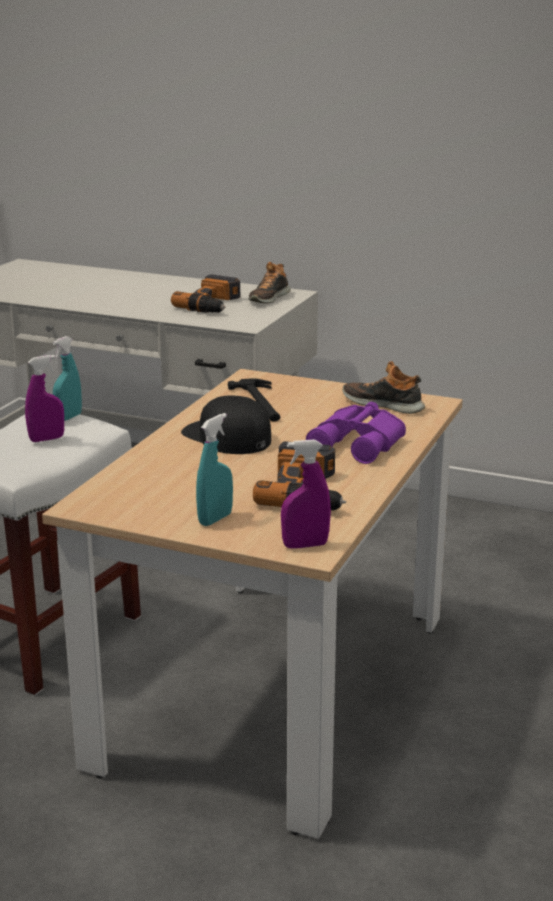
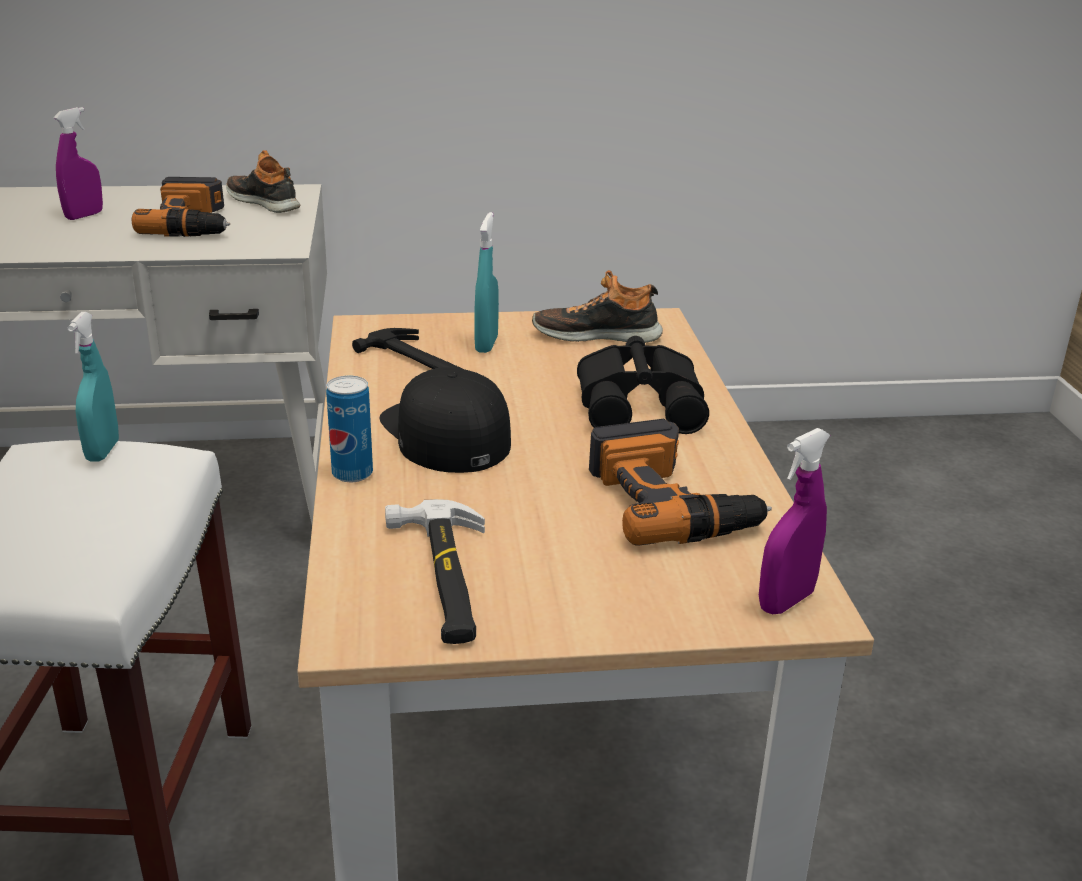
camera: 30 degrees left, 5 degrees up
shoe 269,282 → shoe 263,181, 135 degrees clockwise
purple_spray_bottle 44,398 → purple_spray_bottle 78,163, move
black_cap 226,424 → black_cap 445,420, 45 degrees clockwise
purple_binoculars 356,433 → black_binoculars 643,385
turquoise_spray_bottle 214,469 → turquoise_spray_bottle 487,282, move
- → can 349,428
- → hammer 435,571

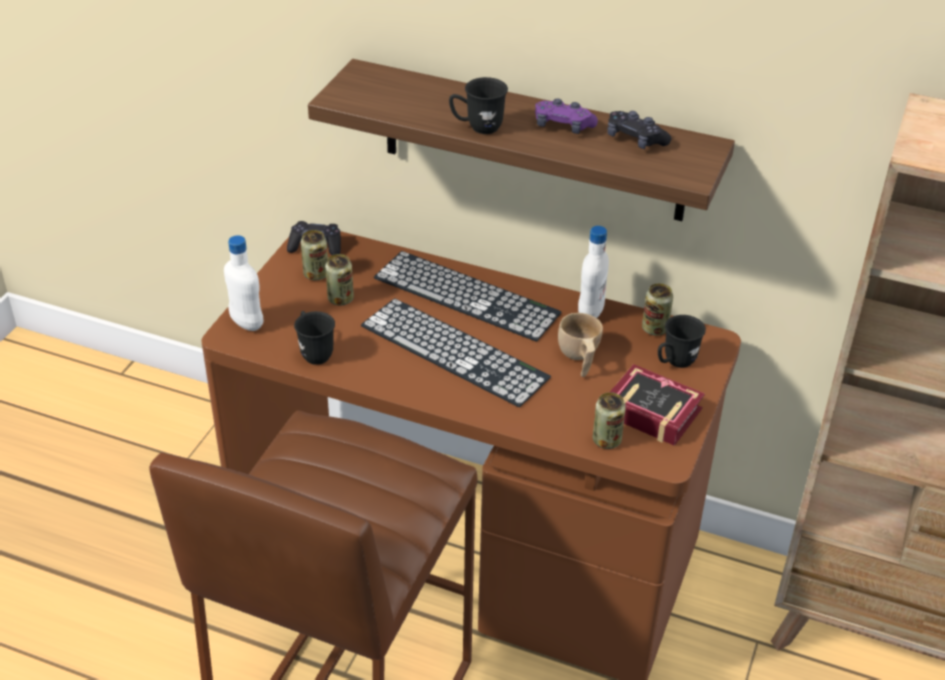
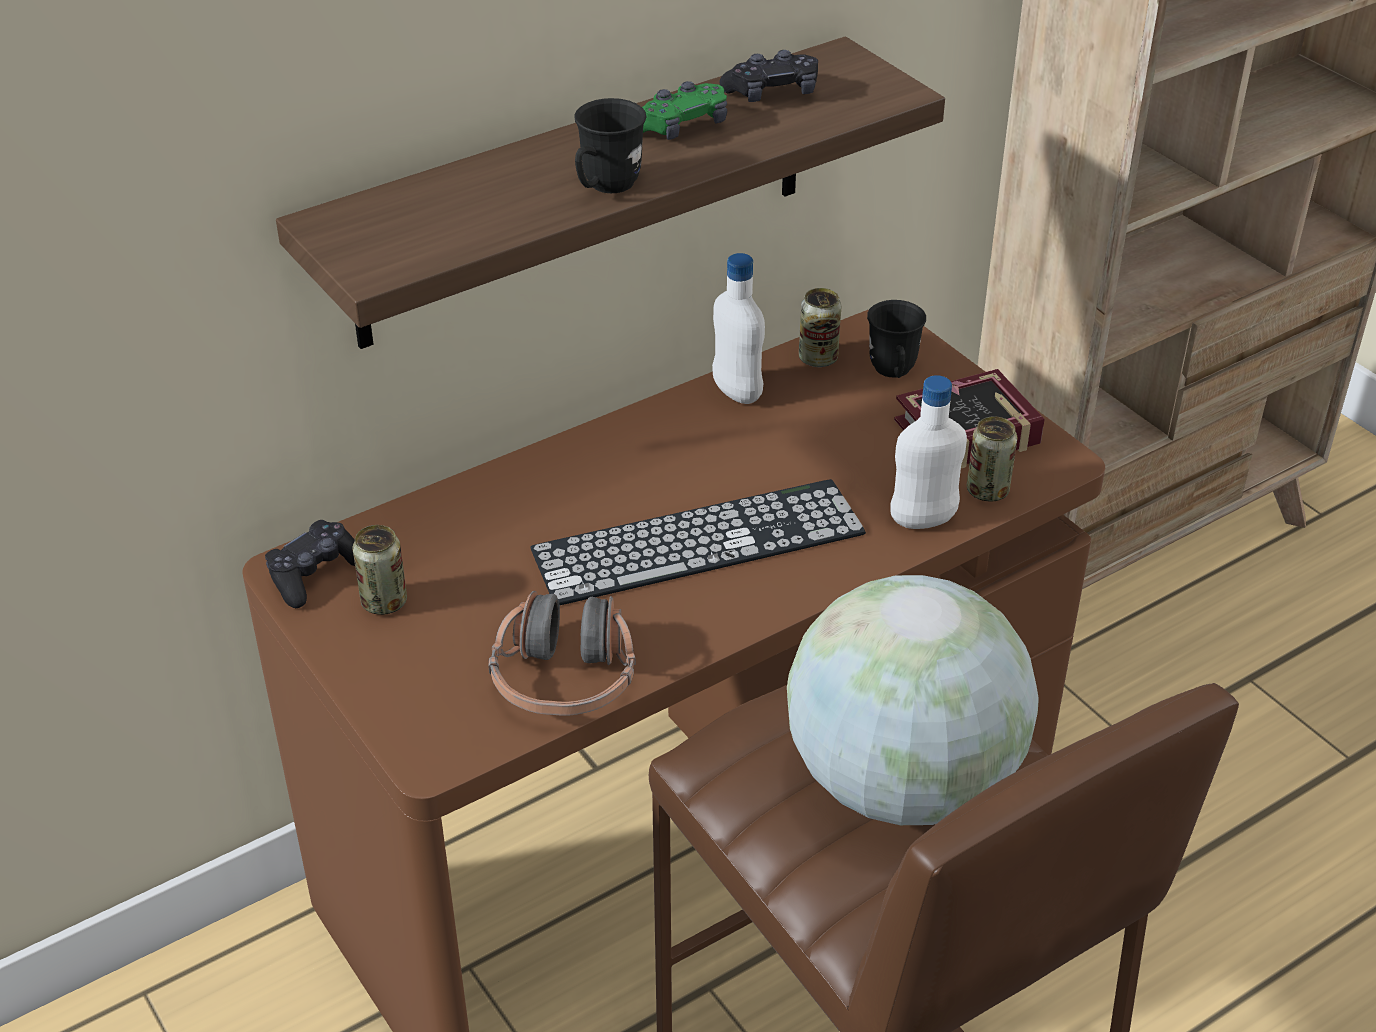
camera: 55 degrees left, 0 degrees up
purple_game_controller 566,116 → green_game_controller 684,110
white_bottle 243,283 → white_bottle 928,452, move
keyboard 467,296 → -
can 339,279 → -
black_mug 314,338 → headphones 562,653
beige_cup 580,345 → -
- → globe 913,700

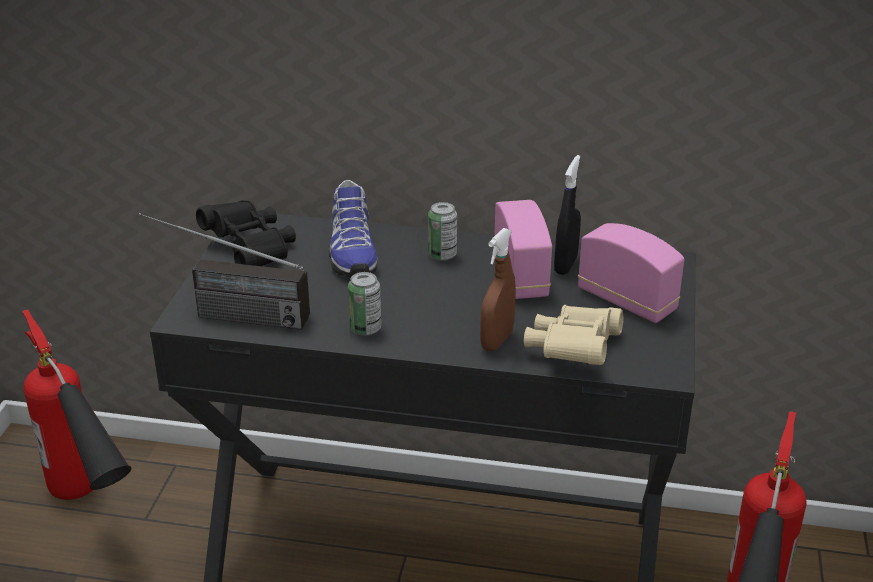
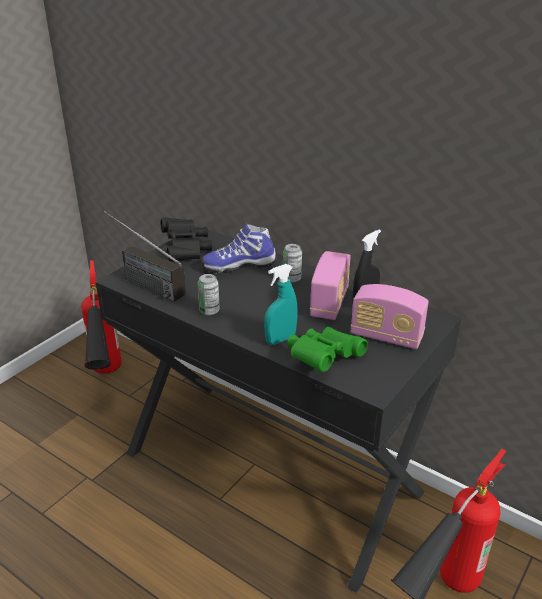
camera: 25 degrees right, 0 degrees up
shoe 353,228 → shoe 239,248, 60 degrees clockwise
radio 631,273 → radio 390,316, 135 degrees clockwise
brown_spray_bottle 498,289 → turquoise_spray_bottle 281,304
beige_binoculars 573,335 → green_binoculars 327,349

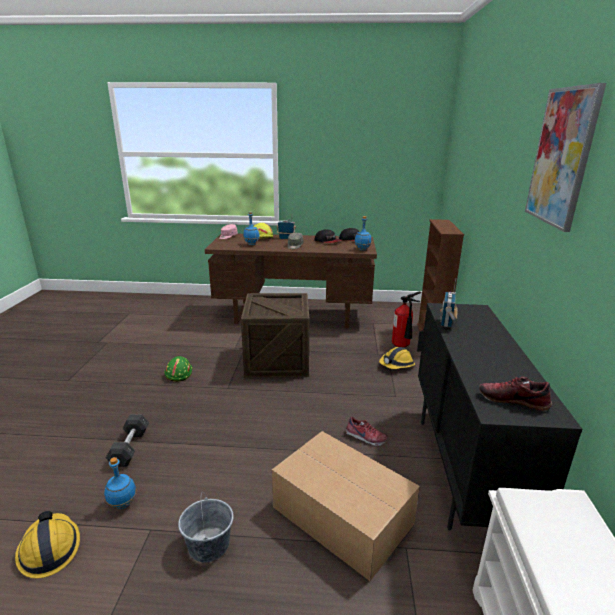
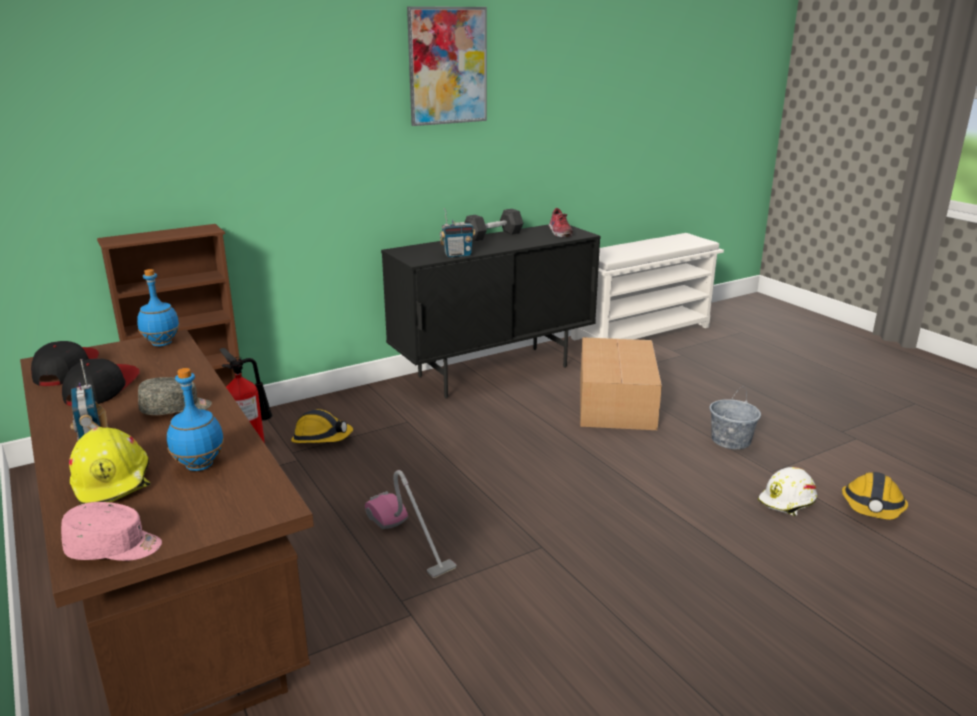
camera: 125 degrees left, 0 degrees up
crate 275,335 → vacuum_cleaner 410,524
green_hard_hat 178,369 → -
grey_dumbbell 127,440 → grey_dumbbell 494,225, move
shoe 366,431 → -
blue_bottle 120,483 → white_hard_hat 787,491

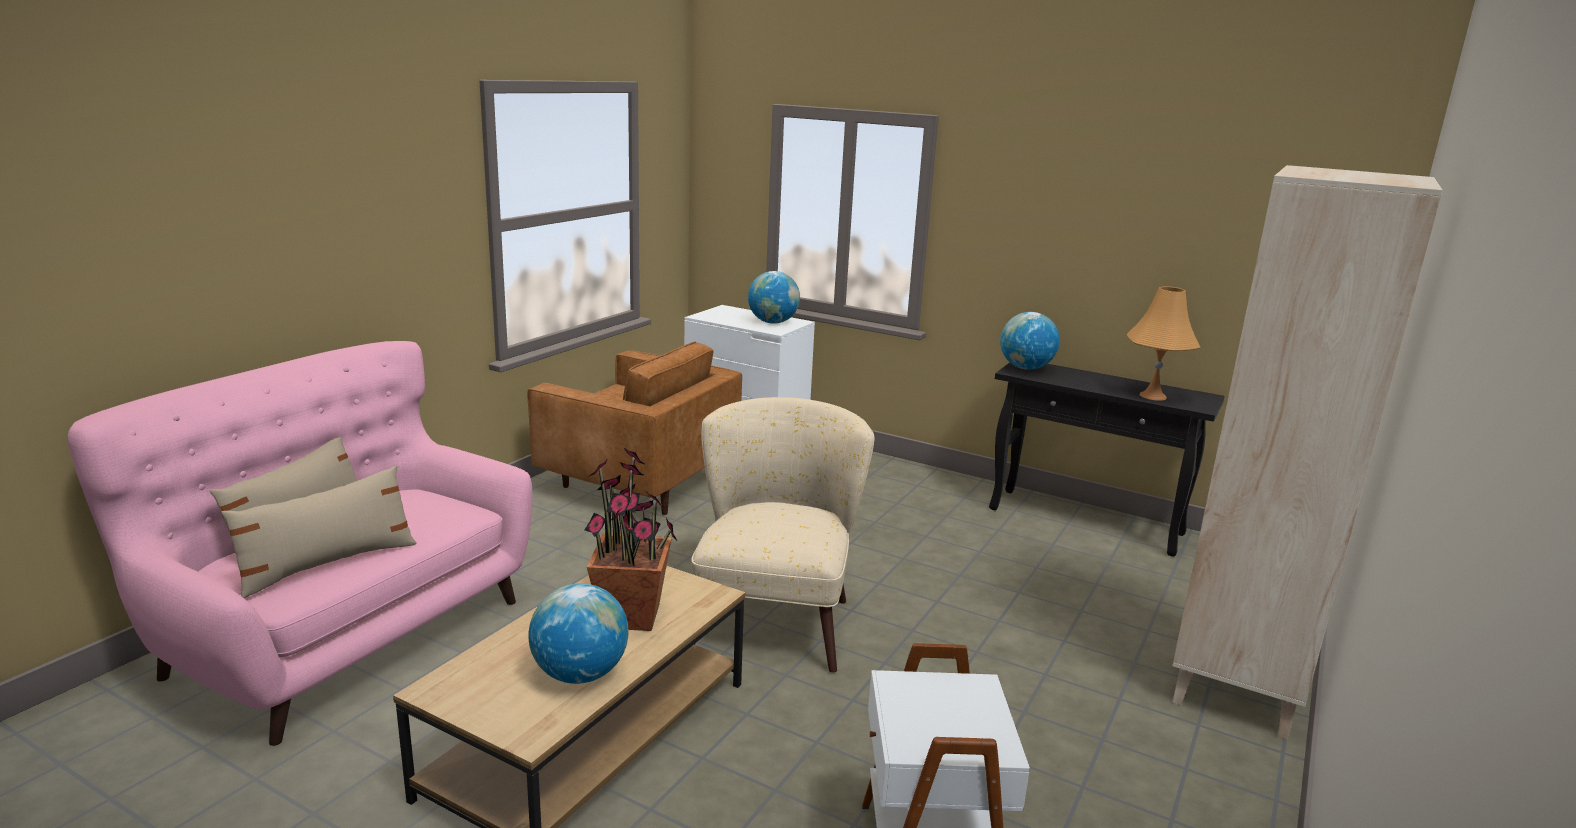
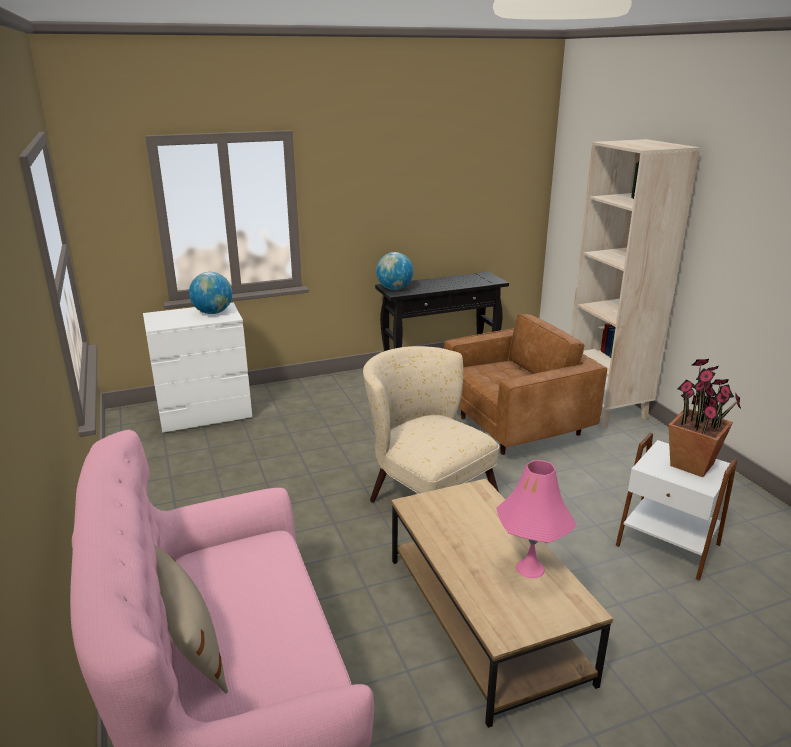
camera: 50 degrees left, 5 degrees up
orange_table_lamp 1164,343 → -
brown_armchair 635,428 → brown_armchair 525,384, move
potted_plant 630,539 → potted_plant 704,418, move
beige_pillow 319,531 → -
globe 578,633 → pink_table_lamp 536,519

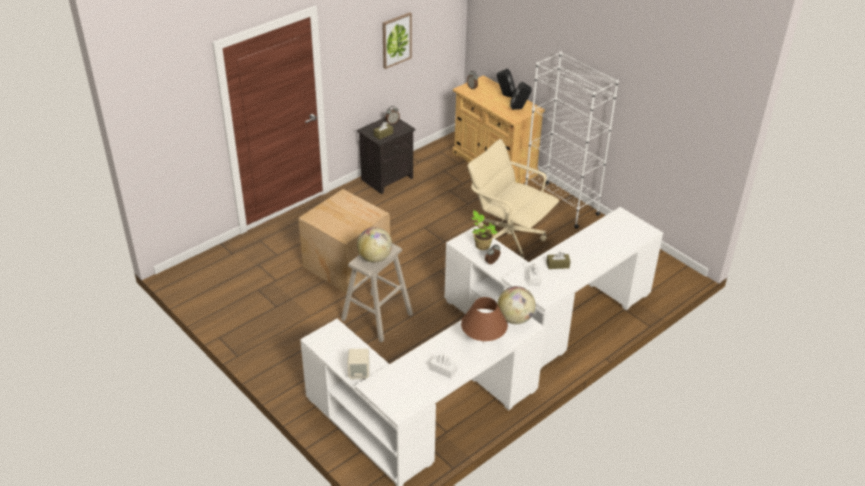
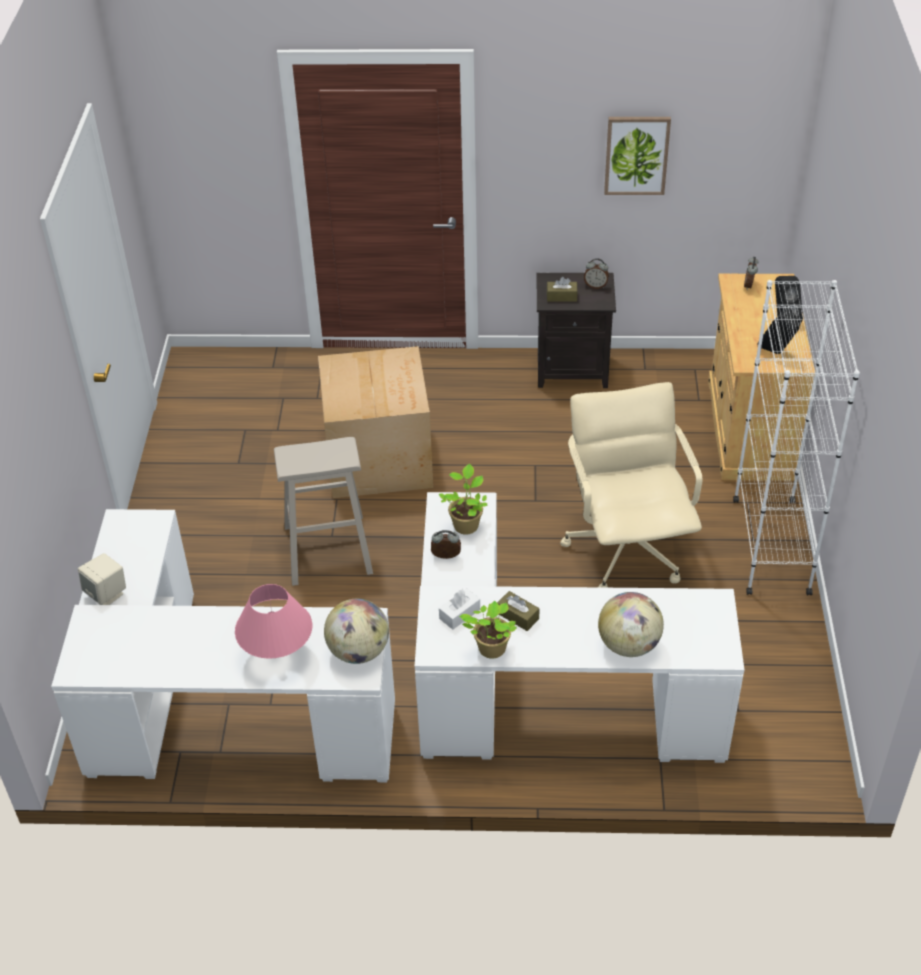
camera: 45 degrees right, 5 degrees up
globe 374,244 → globe 631,624, move
brown_table_lamp 484,320 → pink_table_lamp 273,621
white_tissue_box 443,367 → -
- → potted_plant 488,630

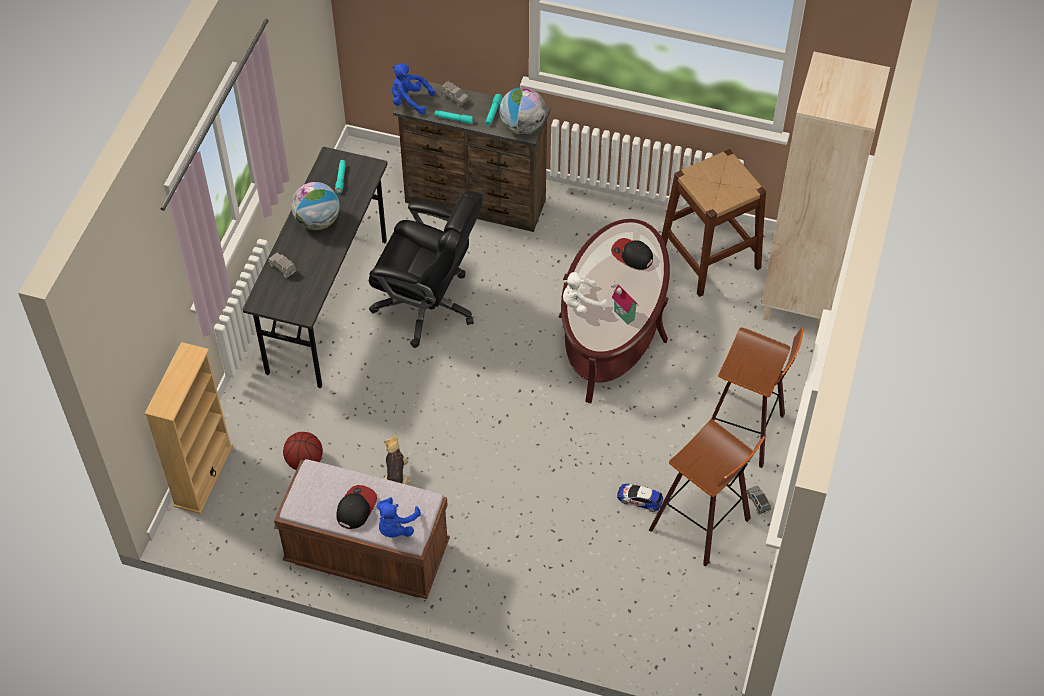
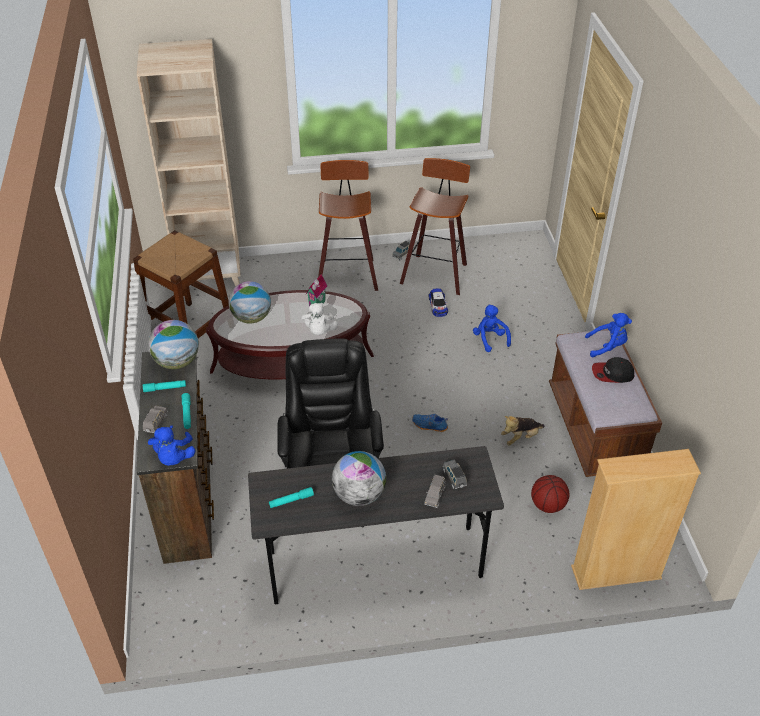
camera: 115 degrees left, 10 degrees down
cap 632,254 → globe 250,302
white_plush_toy 585,293 → white_plush_toy 319,319, 45 degrees clockwise
- → blue_plush_toy 492,328
- → blue_shoe 430,423
- → grey_toy_car 455,474

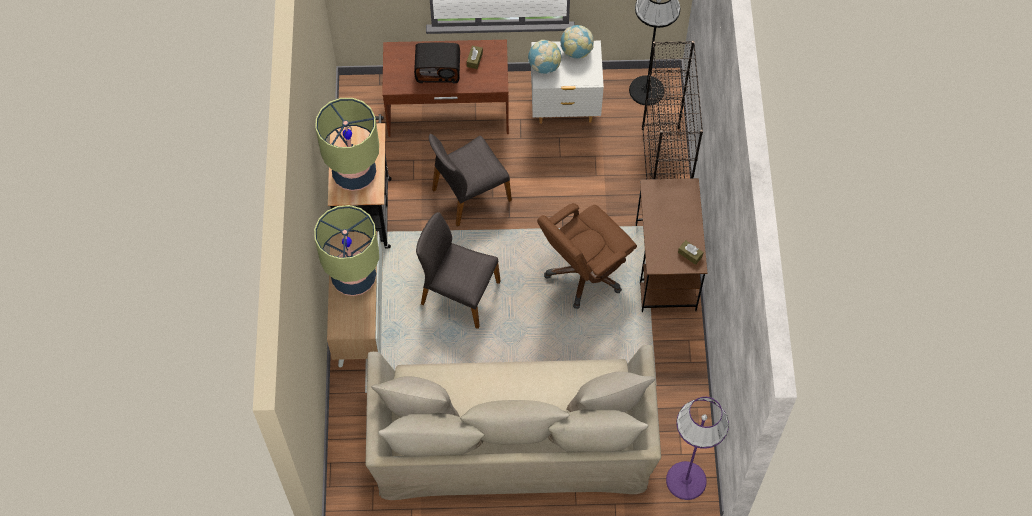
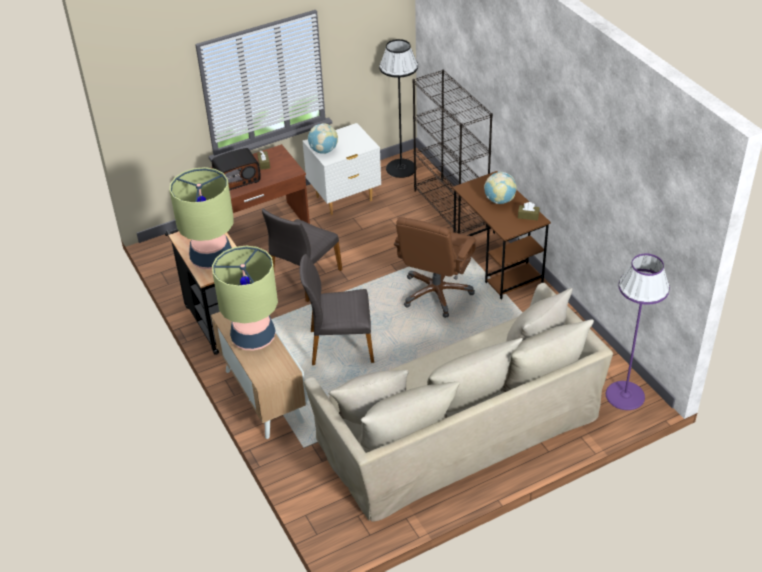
camera: 25 degrees left, 20 degrees down
globe 577,41 → globe 500,188, move

